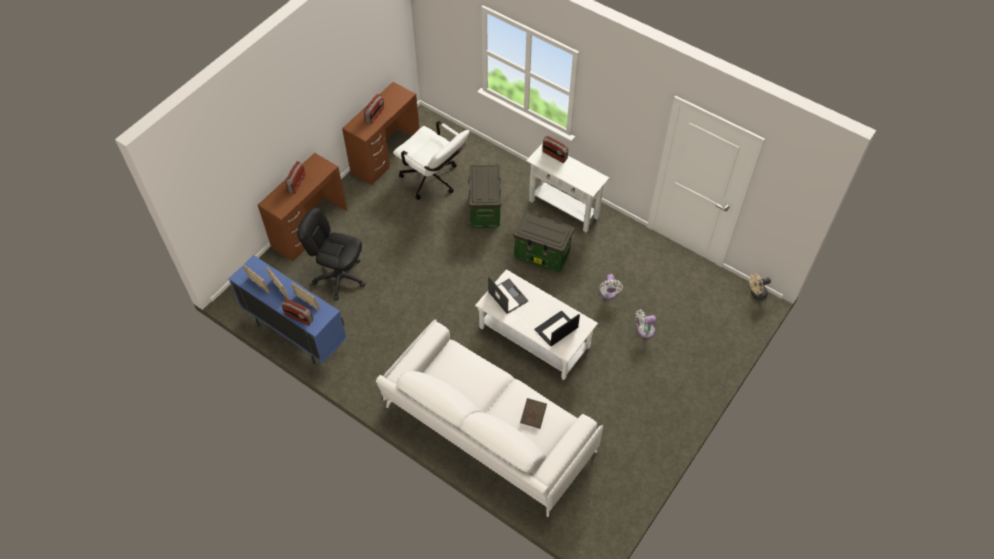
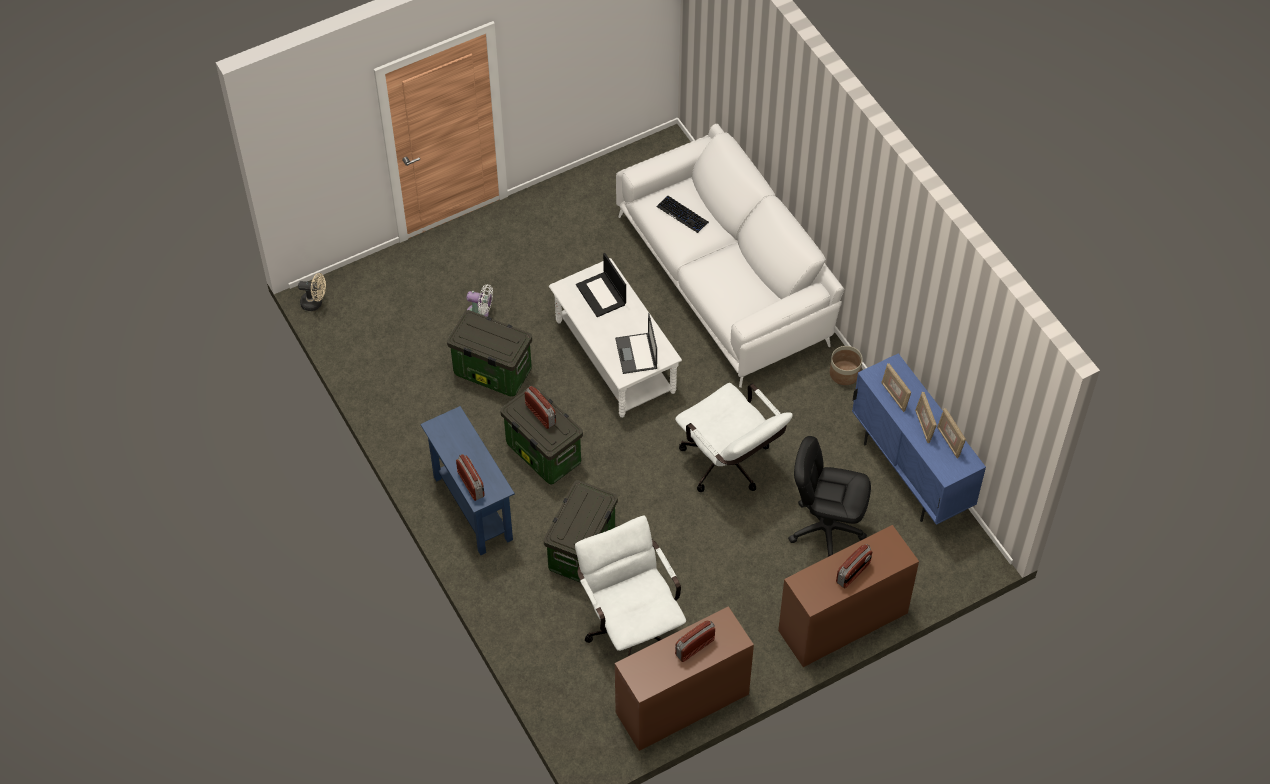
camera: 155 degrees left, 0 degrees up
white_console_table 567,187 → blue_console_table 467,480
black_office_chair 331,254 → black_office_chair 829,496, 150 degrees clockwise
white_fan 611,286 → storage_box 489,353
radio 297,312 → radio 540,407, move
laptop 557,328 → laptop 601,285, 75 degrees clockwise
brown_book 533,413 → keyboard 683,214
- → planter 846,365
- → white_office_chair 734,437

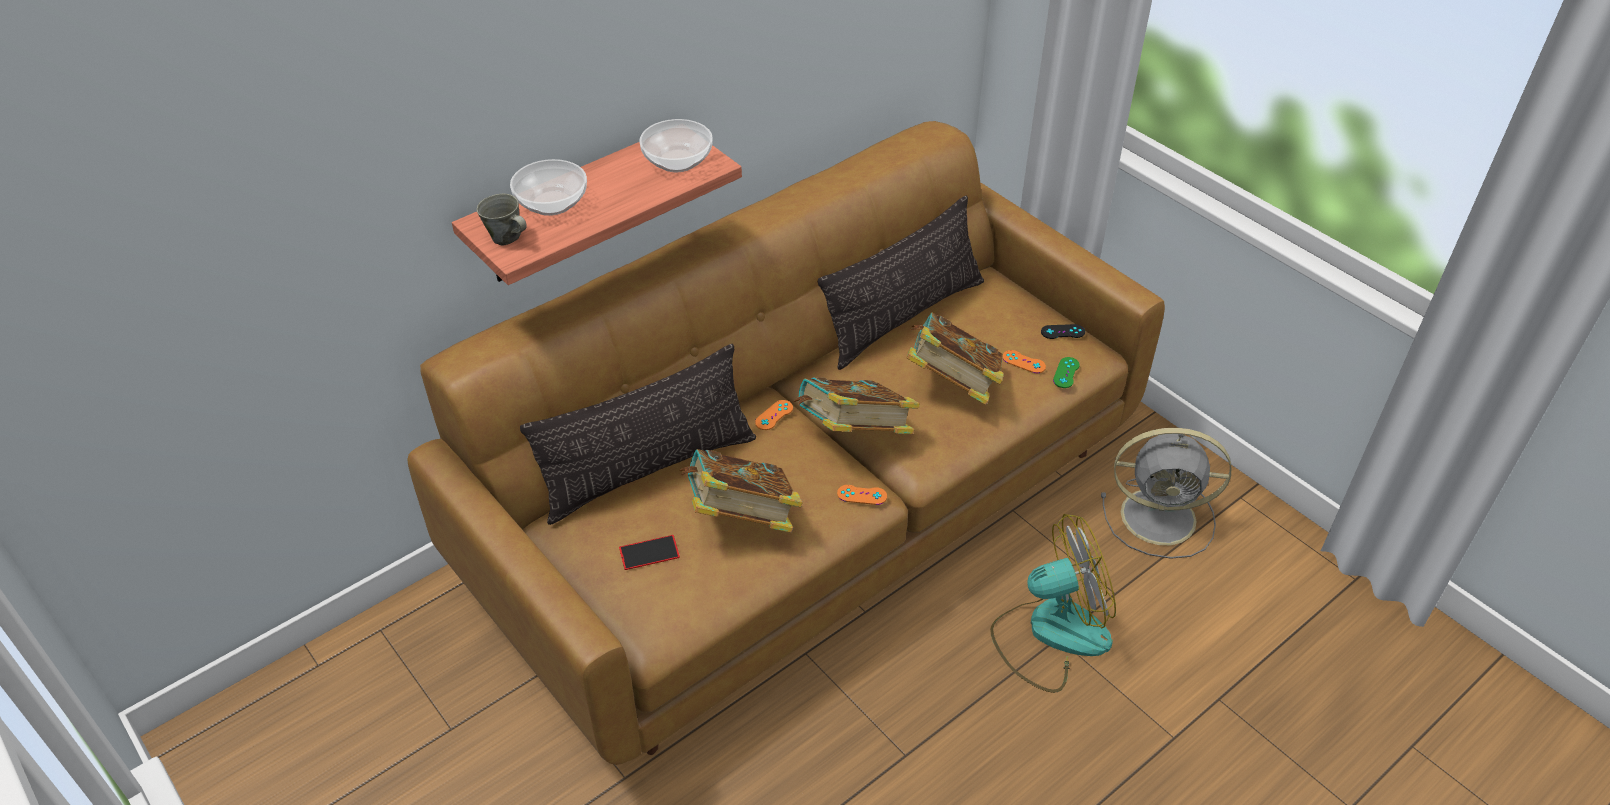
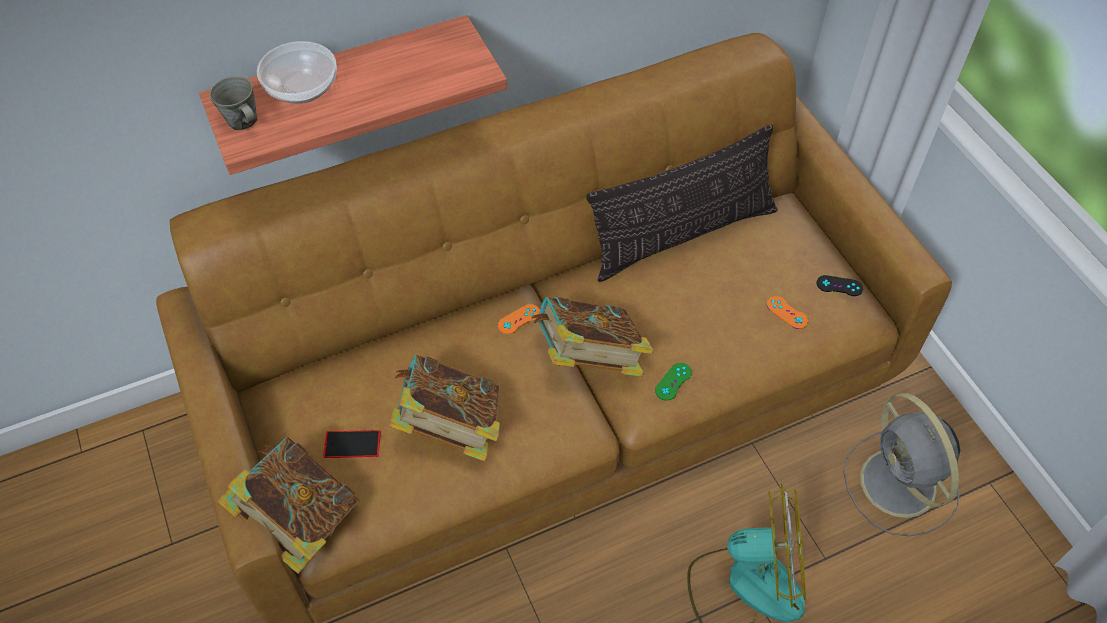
camera: 15 degrees right, 10 degrees up
bowl 676,145 → -
book 955,359 → book 288,505, move
pillow 638,434 → -
green_game_controller 1066,372 → green_game_controller 673,382, move
grey_fan 1166,493 → grey_fan 901,464, 45 degrees clockwise
orange_game_controller 862,495 → -

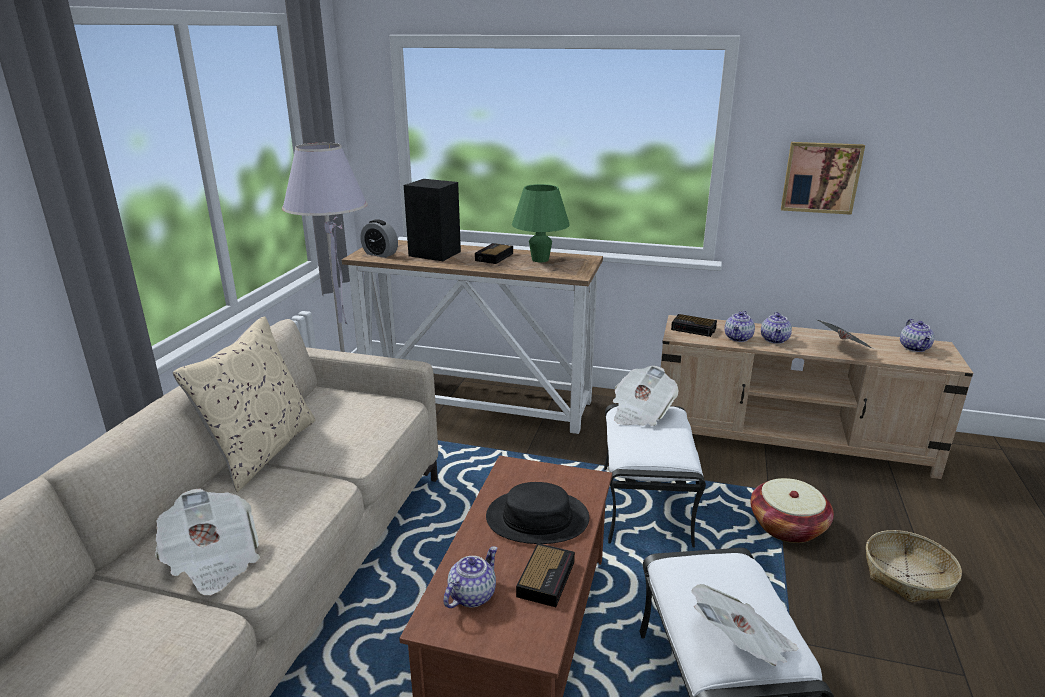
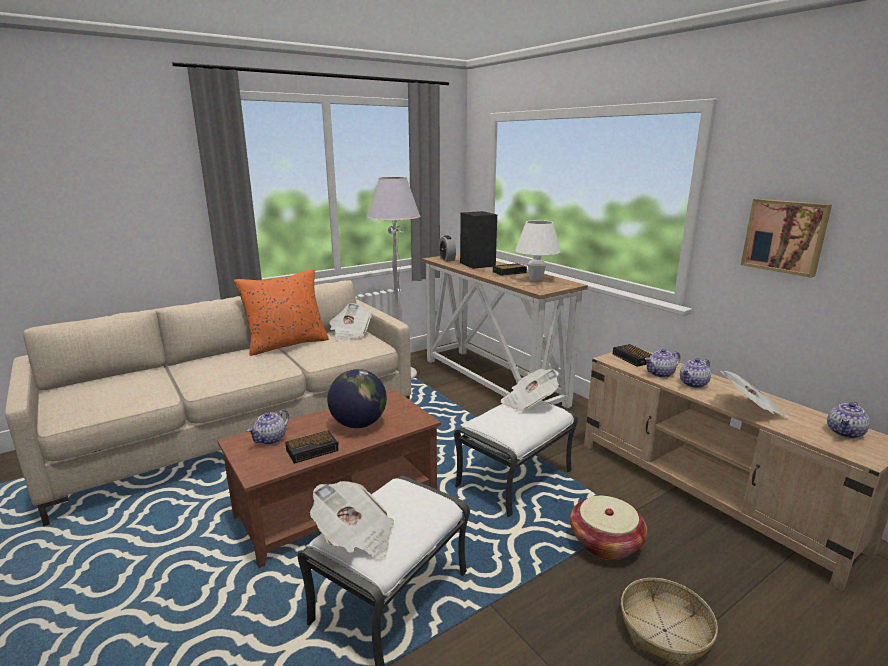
camera: 40 degrees right, 5 degrees down
green_table_lamp 541,223 → white_table_lamp 538,250
beige_pillow 244,404 → orange_pillow 281,312
black_hat 537,513 → globe 357,398
newspaper 207,541 → newspaper 350,322, move
teapot 470,577 → teapot 268,427, 135 degrees clockwise

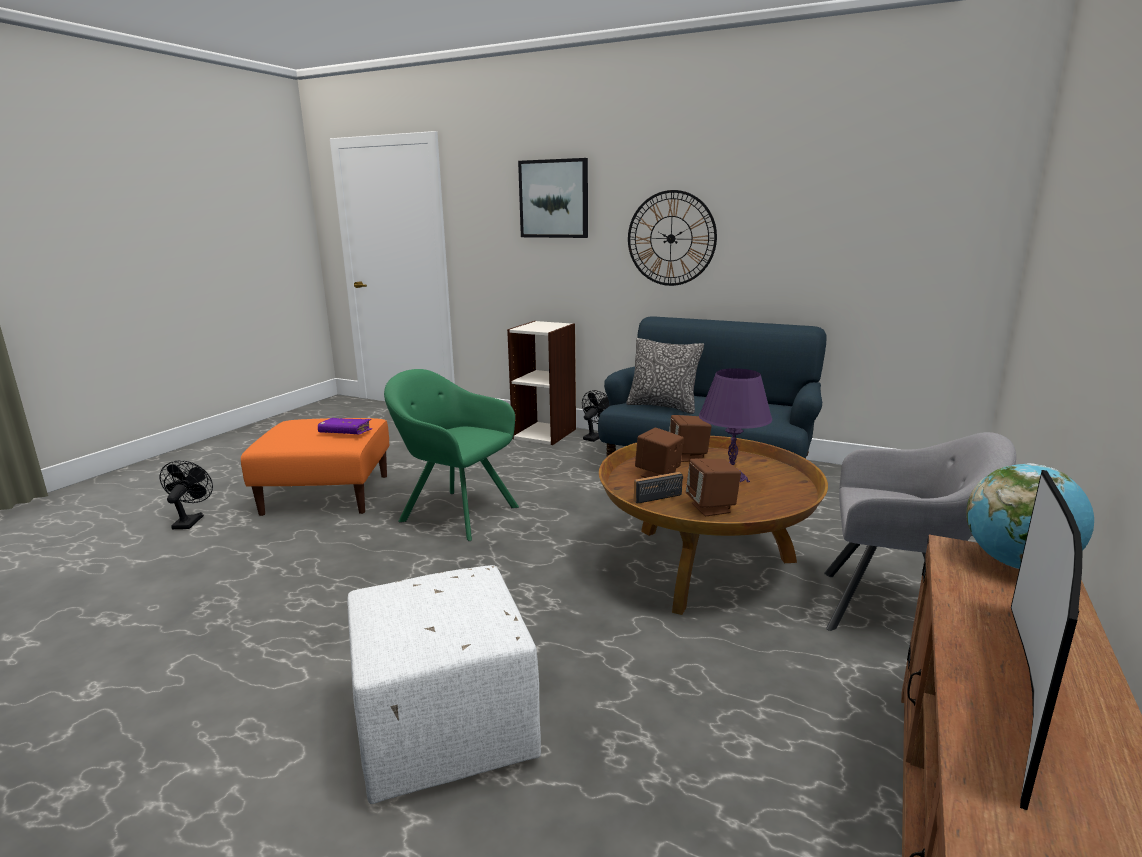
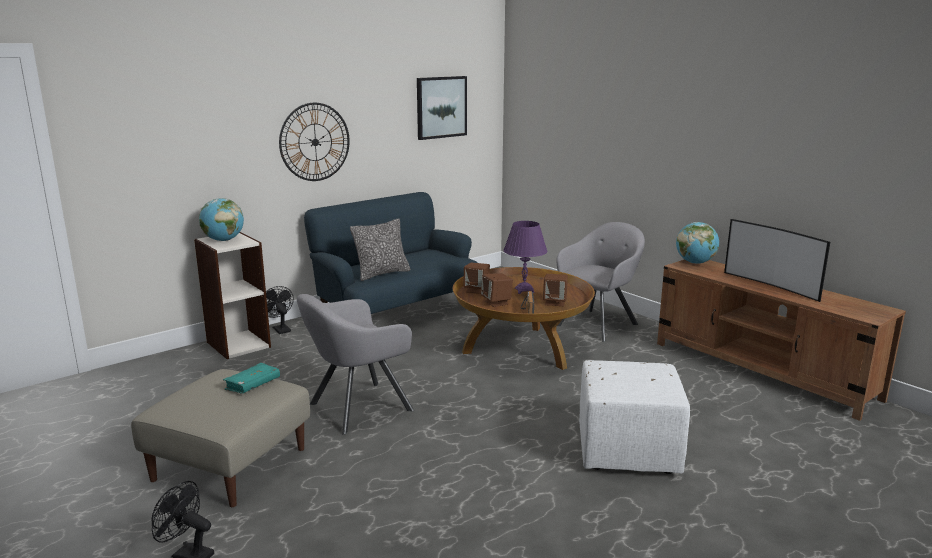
camera: 65 degrees left, 0 degrees up
picture 553,198 → picture 442,108, move
green_armchair 451,455 → grey_armchair 355,364
orange_ottoman 315,467 → beige_ottoman 220,438
purple_book 345,426 → turquoise_book 251,378
- → globe 221,219

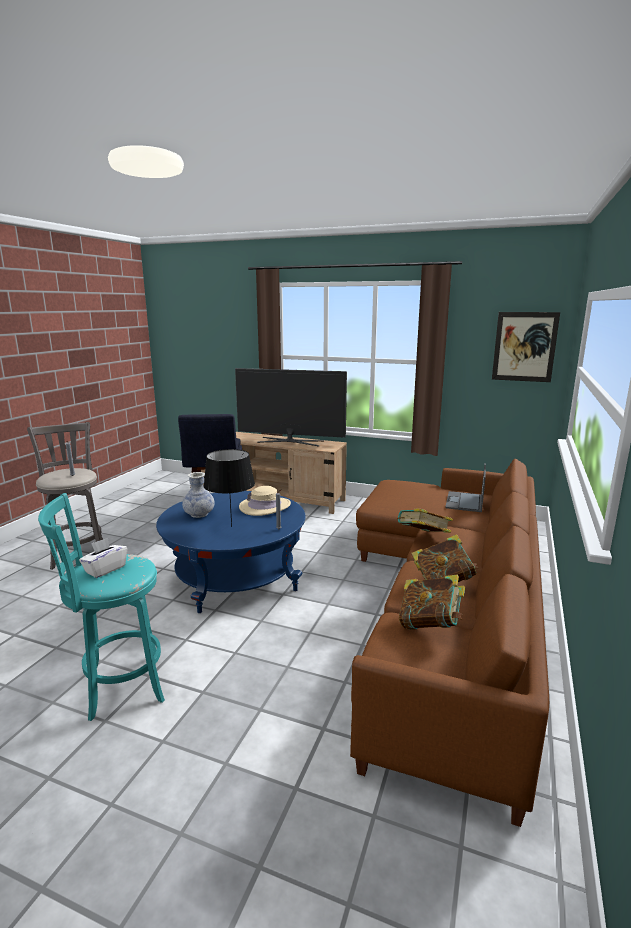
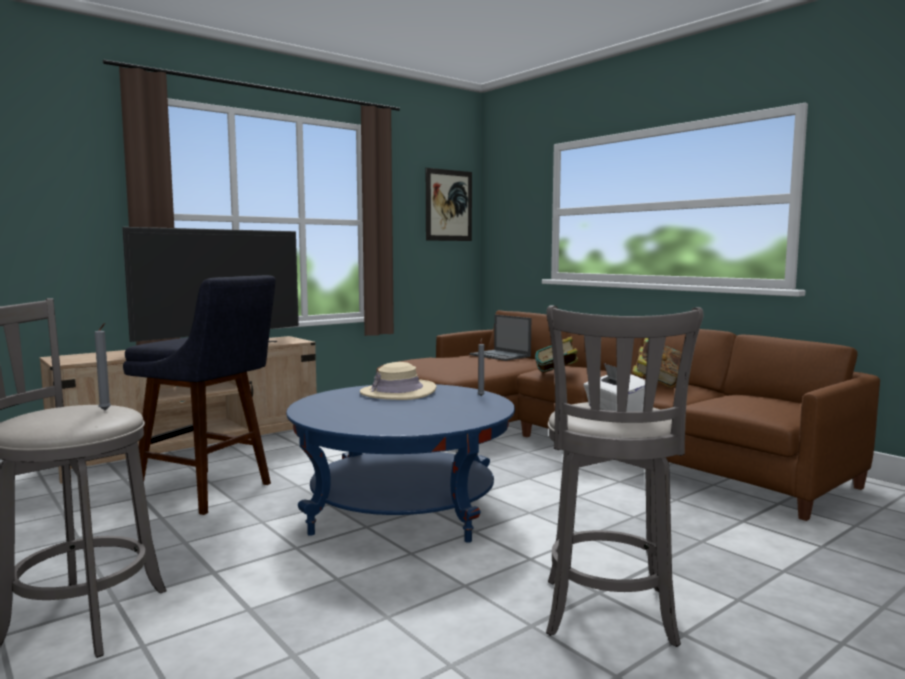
camera: 60 degrees left, 10 degrees down
black_table_lamp 229,488 → -
vase 198,495 → -
turquoise_stool 101,607 → grey_stool 625,476
book 432,602 → -

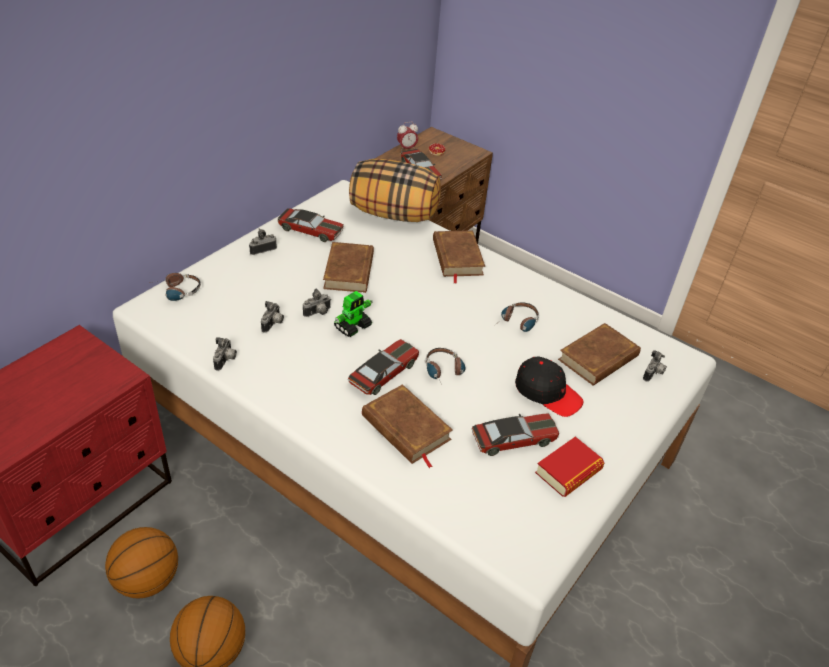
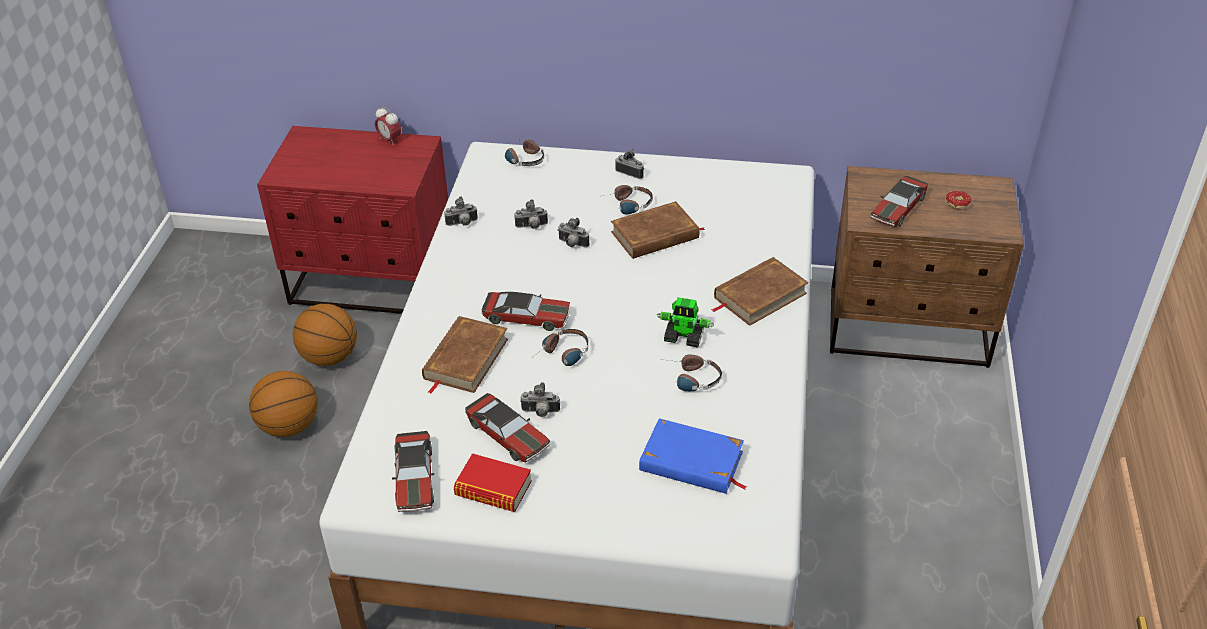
camera: 65 degrees right, 0 degrees up
alarm_clock 407,136 → alarm_clock 388,126, move
pillow 395,190 → -
toy_car 310,225 → toy_car 413,471, move
toy_robot 353,314 → toy_robot 685,322, move
brown_book 599,354 → blue_book 693,456
photo_camera 655,366 → photo_camera 540,399, move
black_cap 549,386 → -
- → headphones 625,199

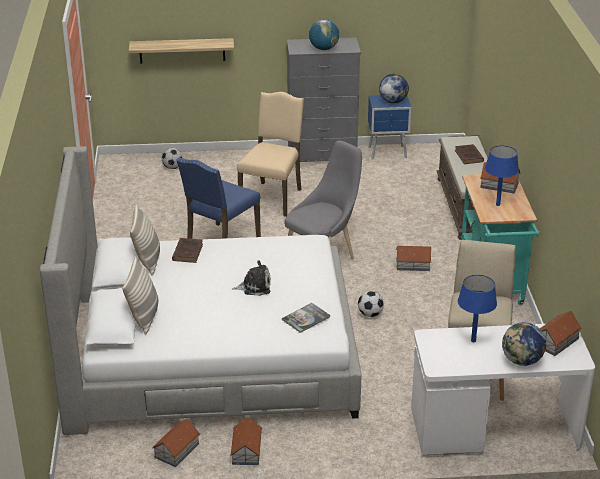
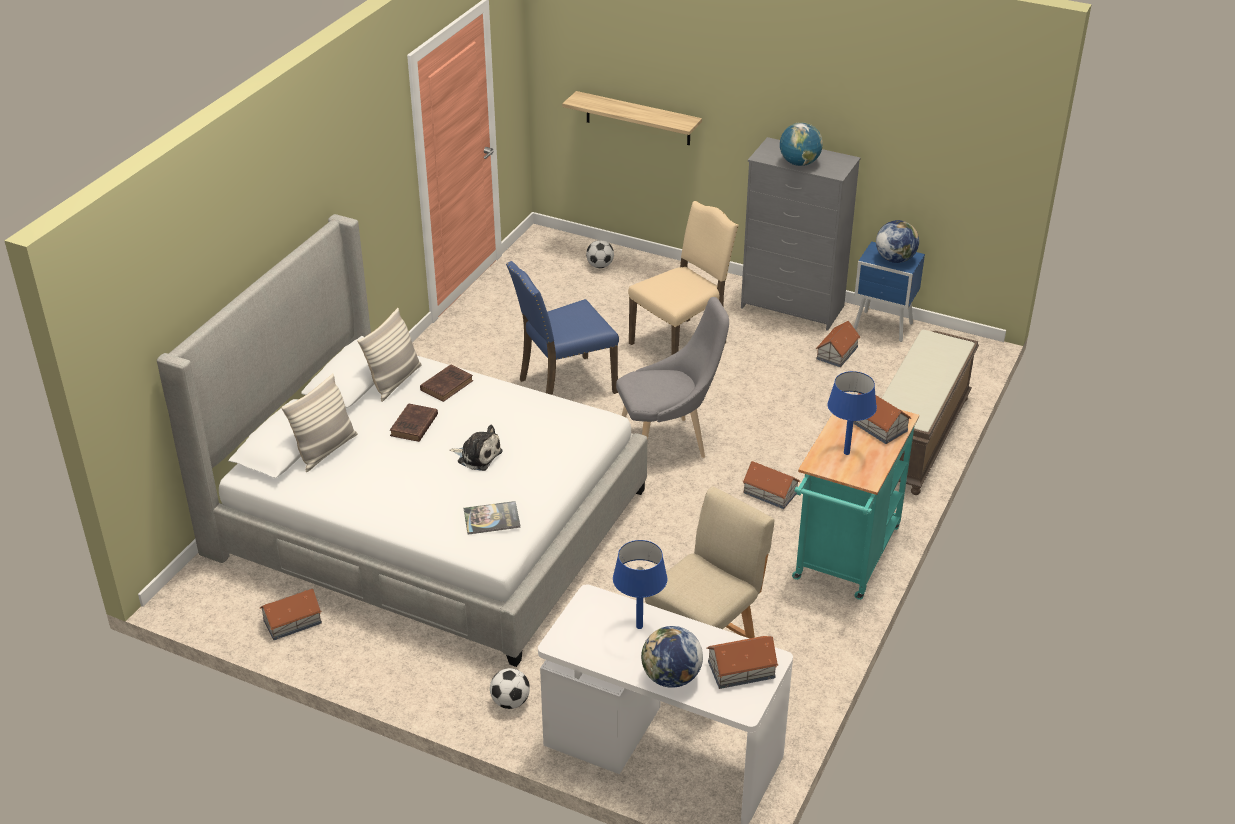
camera: 30 degrees right, 5 degrees up
brown_book 469,154 → brown_book 414,422, move
football 371,304 → football 510,688, move
toy_house 246,441 → toy_house 838,344, move

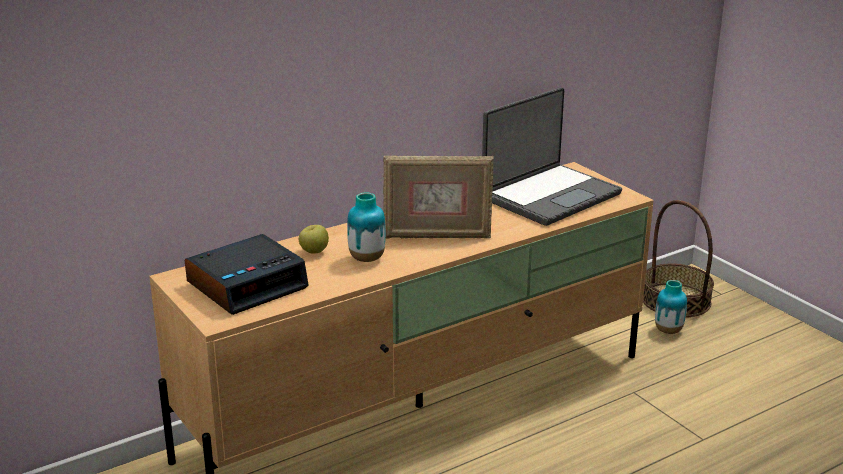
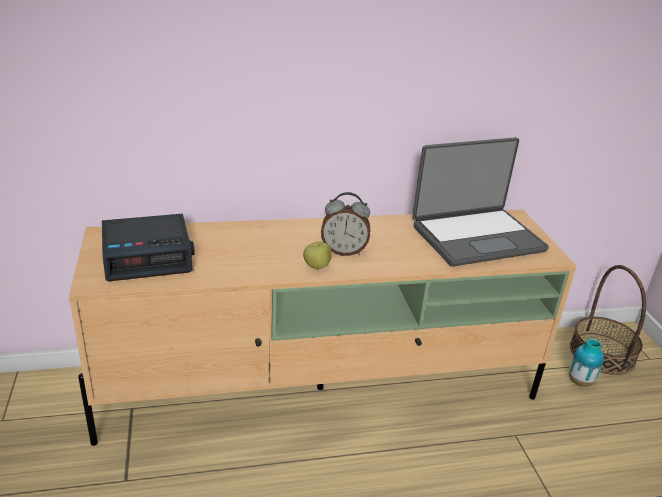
camera: 20 degrees right, 5 degrees up
picture_frame 438,197 → alarm_clock 345,224
vase 366,227 → -
apple 314,239 → apple 317,255, move

